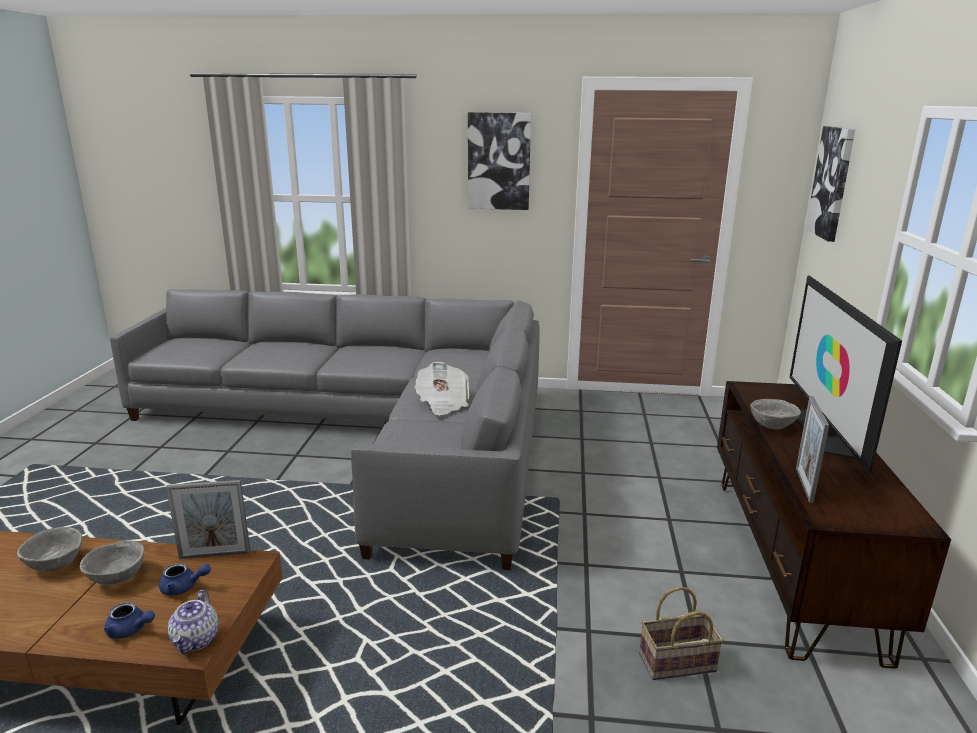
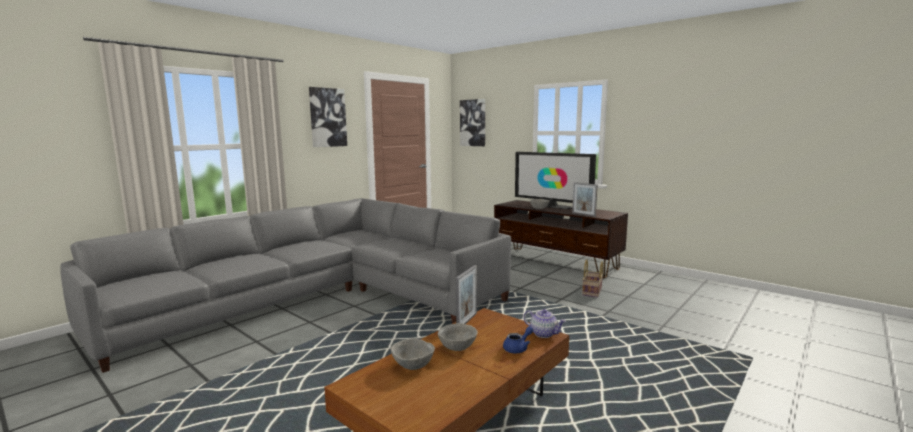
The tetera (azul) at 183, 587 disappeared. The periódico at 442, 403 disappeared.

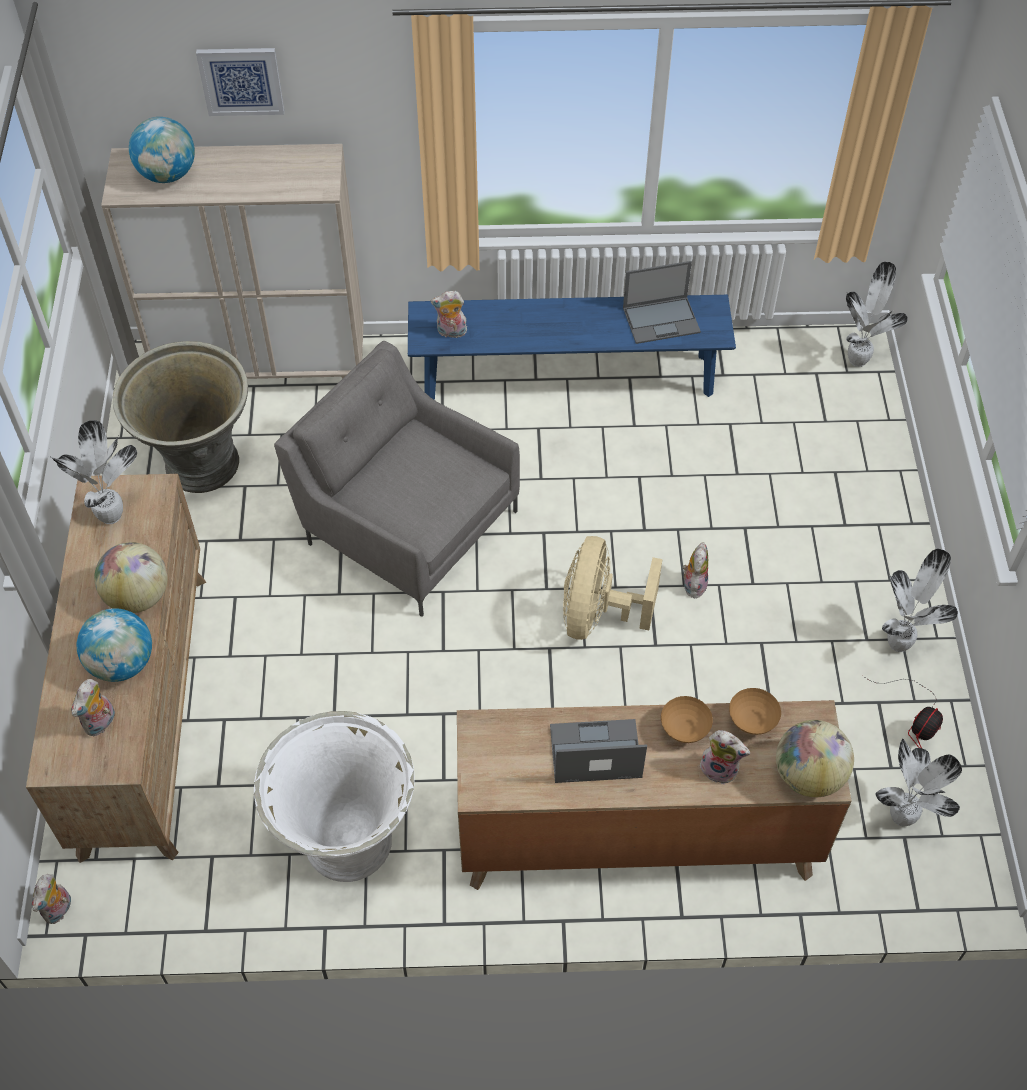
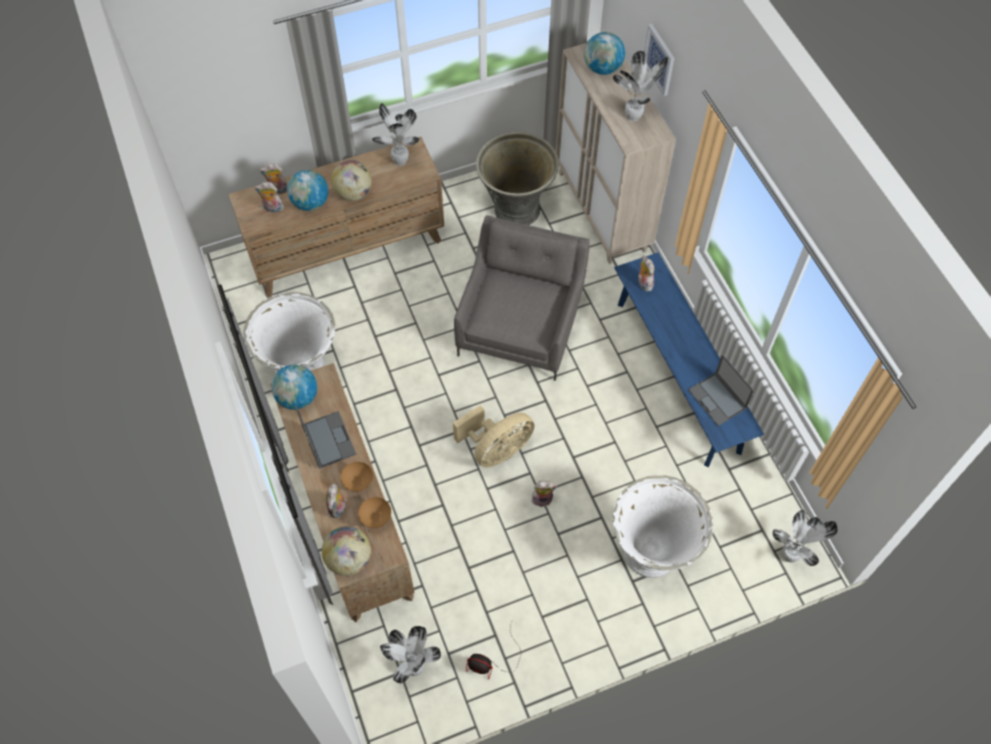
The peluche moved from 59, 910 to 277, 190. The ventilador (beis) at 598, 615 turned 150 degrees clockwise. The planta en maceta moved from 900, 642 to 634, 117. The globo terráqueo at 297, 397 appeared. The maceta (blanco) at 651, 553 appeared.

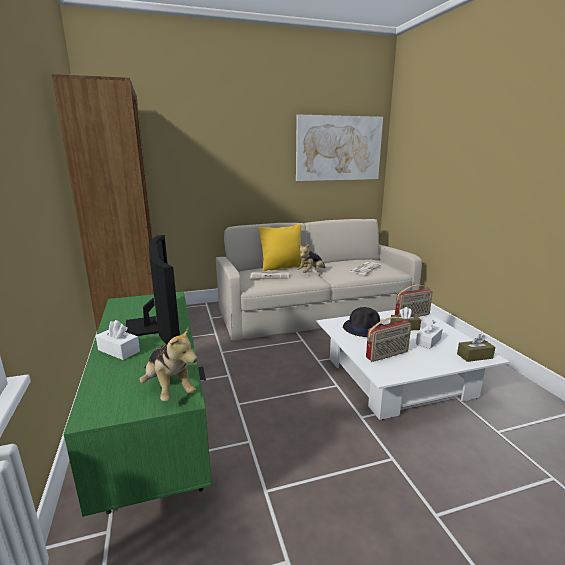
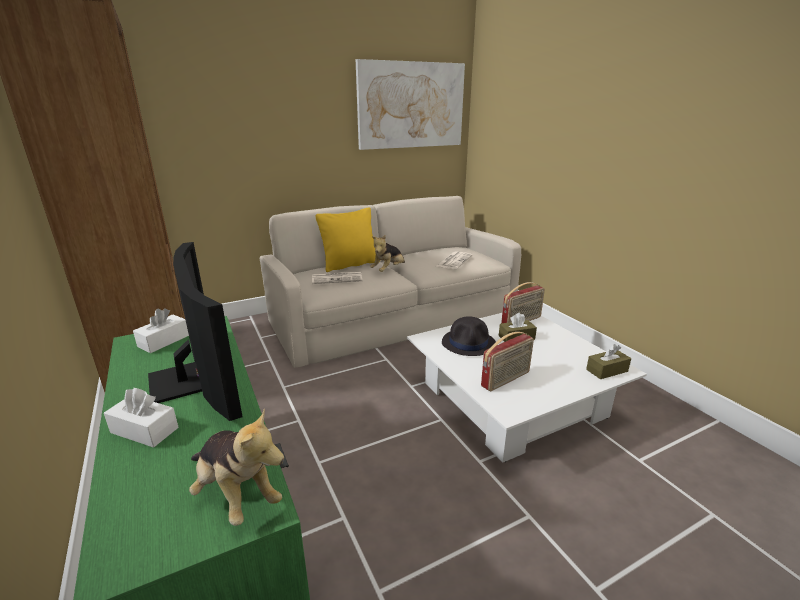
The caja de pañuelos (blanco) moved from 428, 341 to 164, 341.

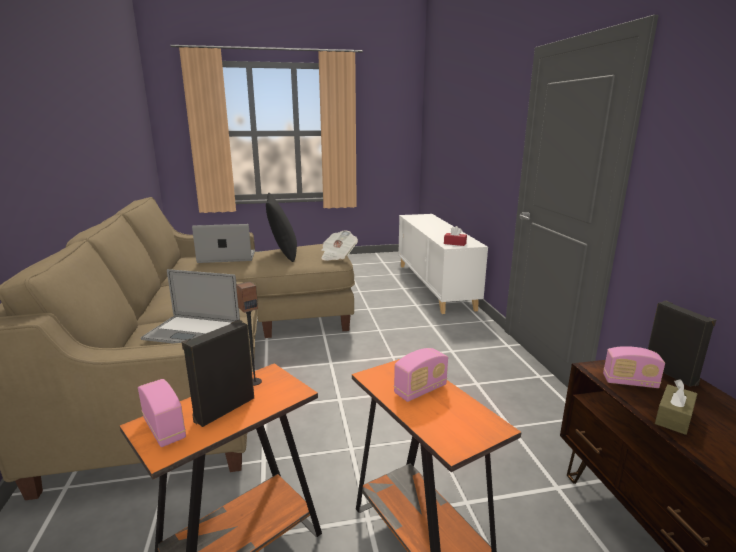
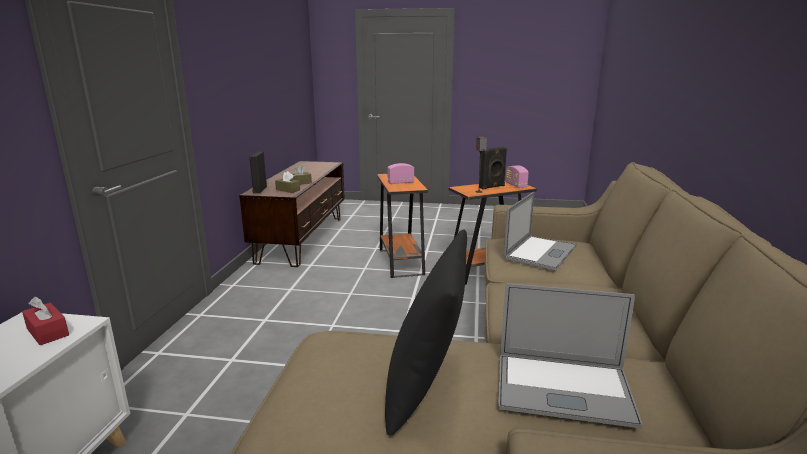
The portátil at 192, 332 turned 90 degrees clockwise. The periódico at 337, 256 disappeared. The radio at 630, 382 was replaced by the caja de pañuelos (marrón) at 288, 190.

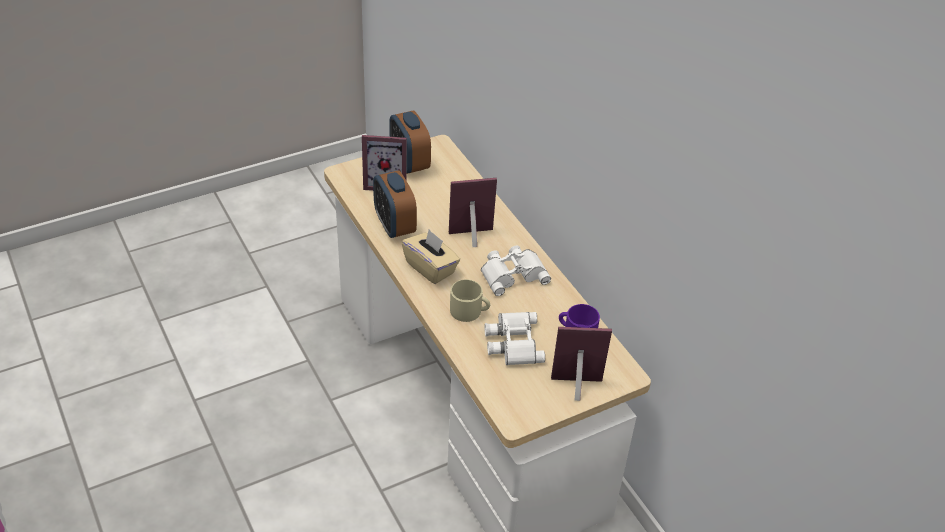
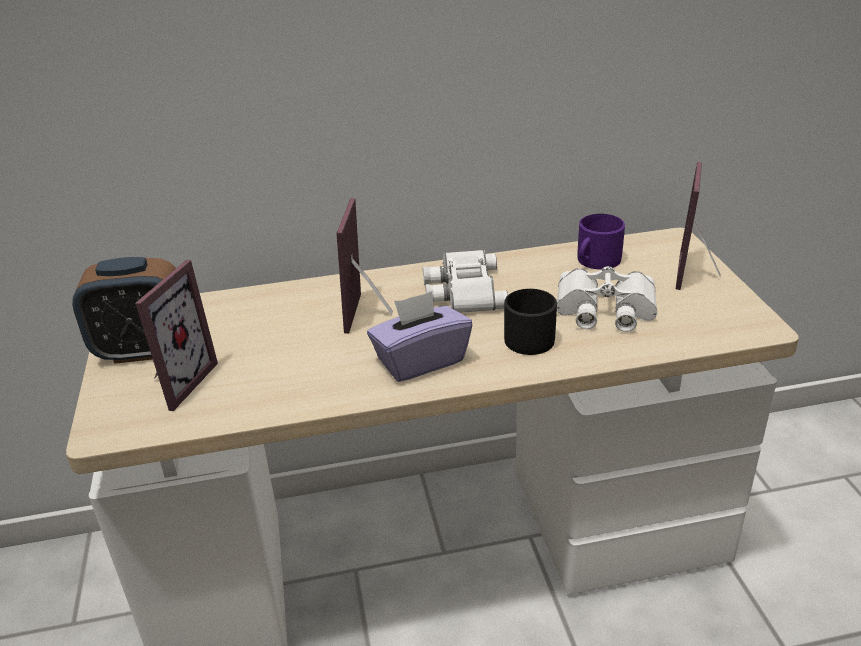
The despertador at 394, 226 disappeared. The caja de pañuelos (beis) at 430, 268 became the caja de pañuelos (morado) at 420, 361. The taza grande (beis) at 469, 311 became the taza grande (negro) at 532, 336.

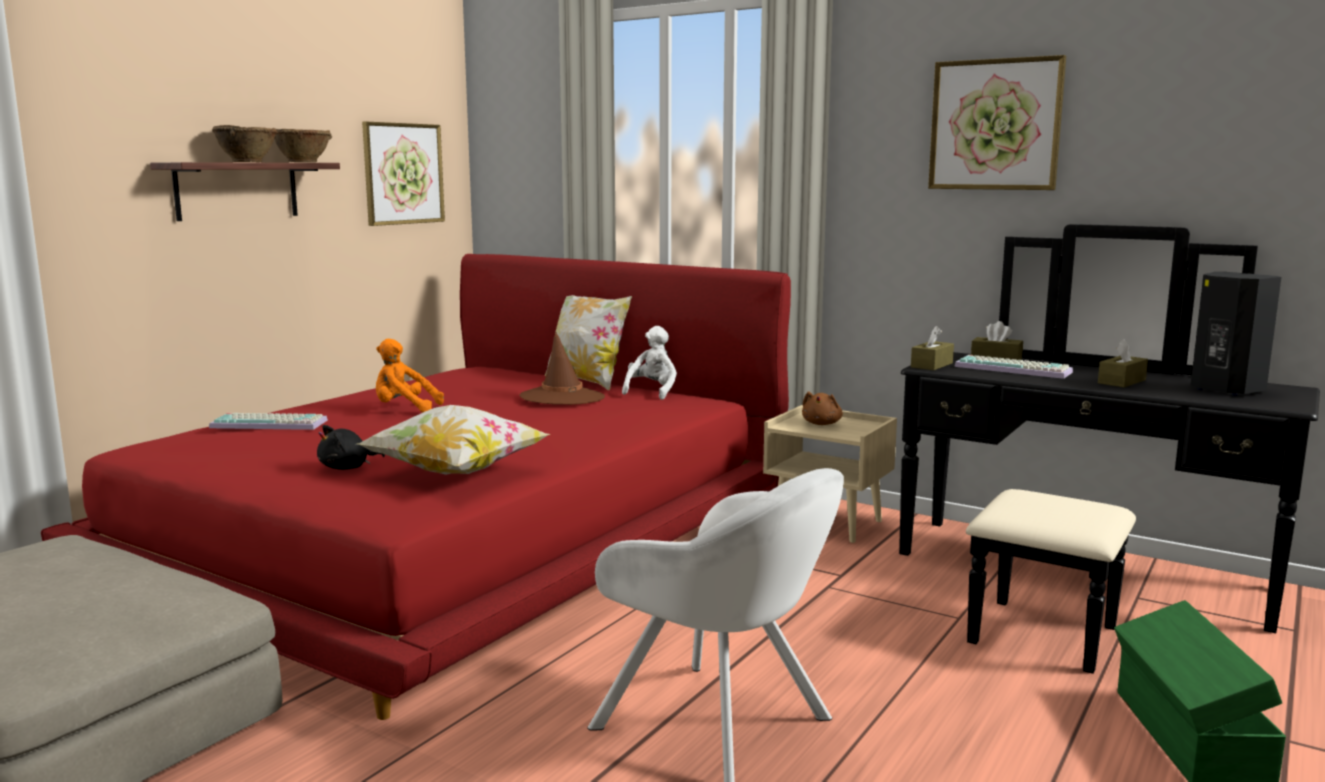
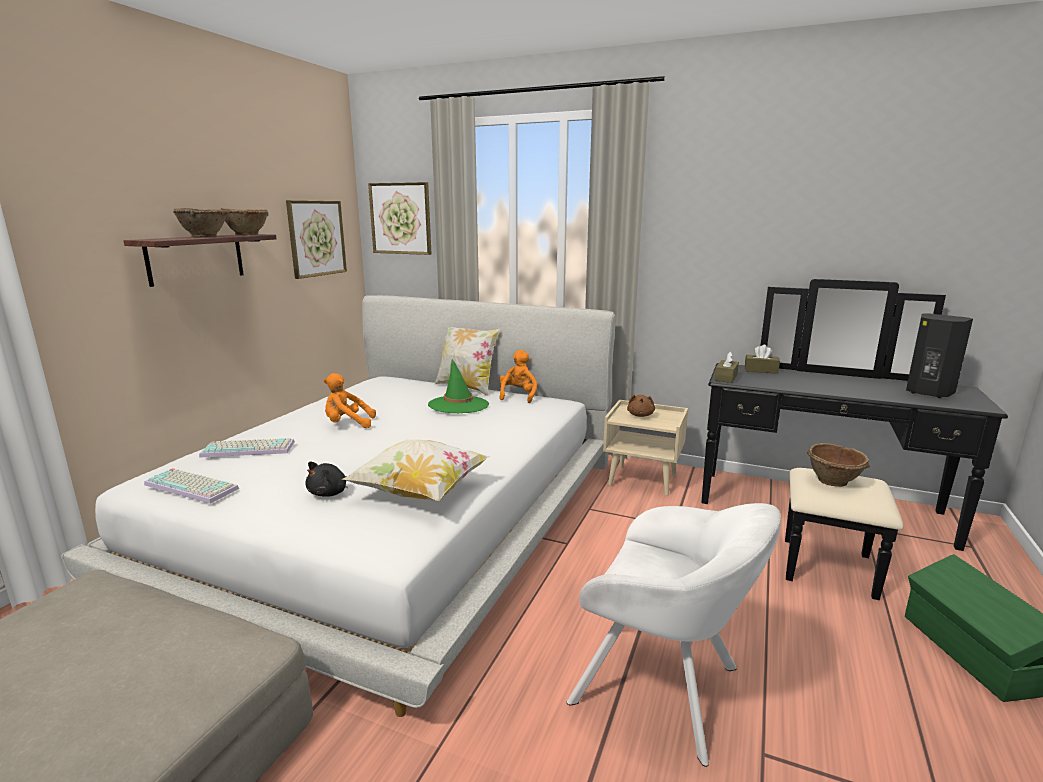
The cama (rojo) at 461, 540 became the cama (blanco) at 397, 516. The sombrero (marrón) at 562, 397 became the sombrero (verde) at 458, 405. The peluche (blanco) at 652, 392 became the peluche (naranja) at 518, 396. The cuadro moved from 995, 125 to 401, 218. The teclado moved from 1014, 369 to 193, 486. The caja de pañuelos (marrón) at 1121, 381 disappeared. The cuenco (marrón) at 833, 481 appeared.

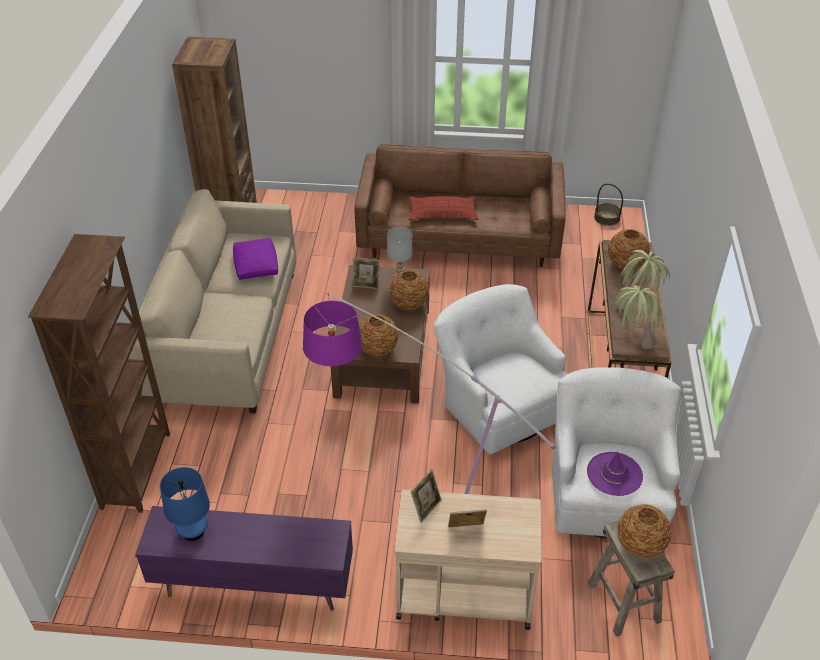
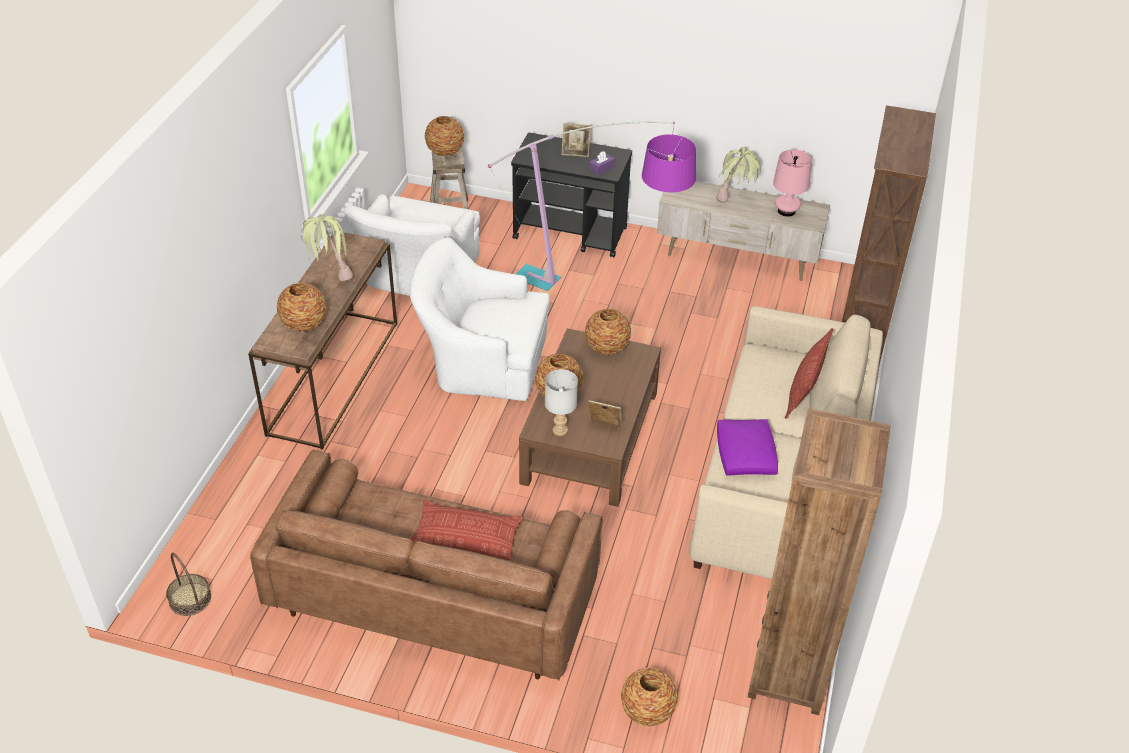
The mueble de televisión (morado) at 254, 586 became the mueble de televisión (beis) at 736, 259. The lámpara de mesa (azul) at 193, 531 became the lámpara de mesa (rosa) at 786, 211. The carrito (beis) at 463, 593 became the carrito (negro) at 571, 233. The portarretratos at 426, 508 was replaced by the caja de pañuelos (morado) at 601, 168. The sillón (blanco) at 499, 404 turned 120 degrees clockwise. The sombrero (morado) at 614, 474 disappeared. The planta en maceta moved from 630, 342 to 735, 205. The florero at 647, 711 appeared. The cojín at 804, 390 appeared.

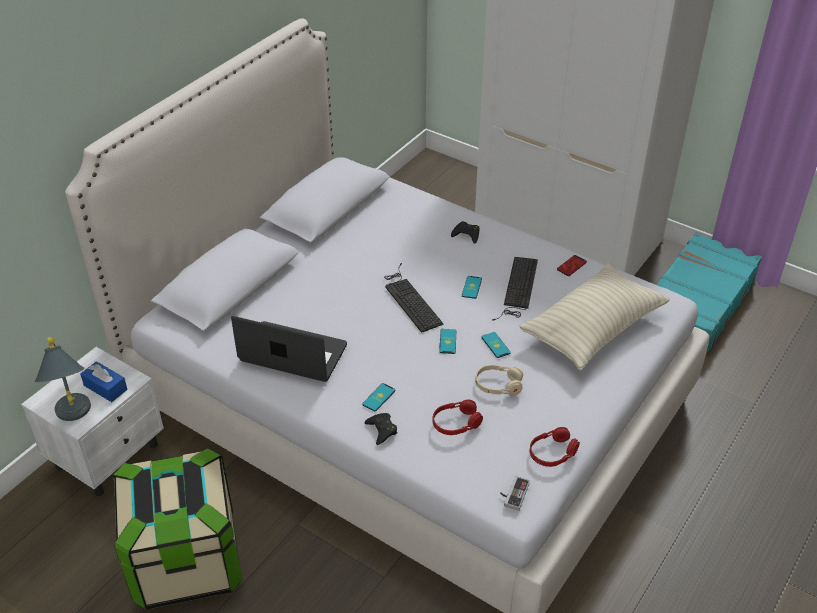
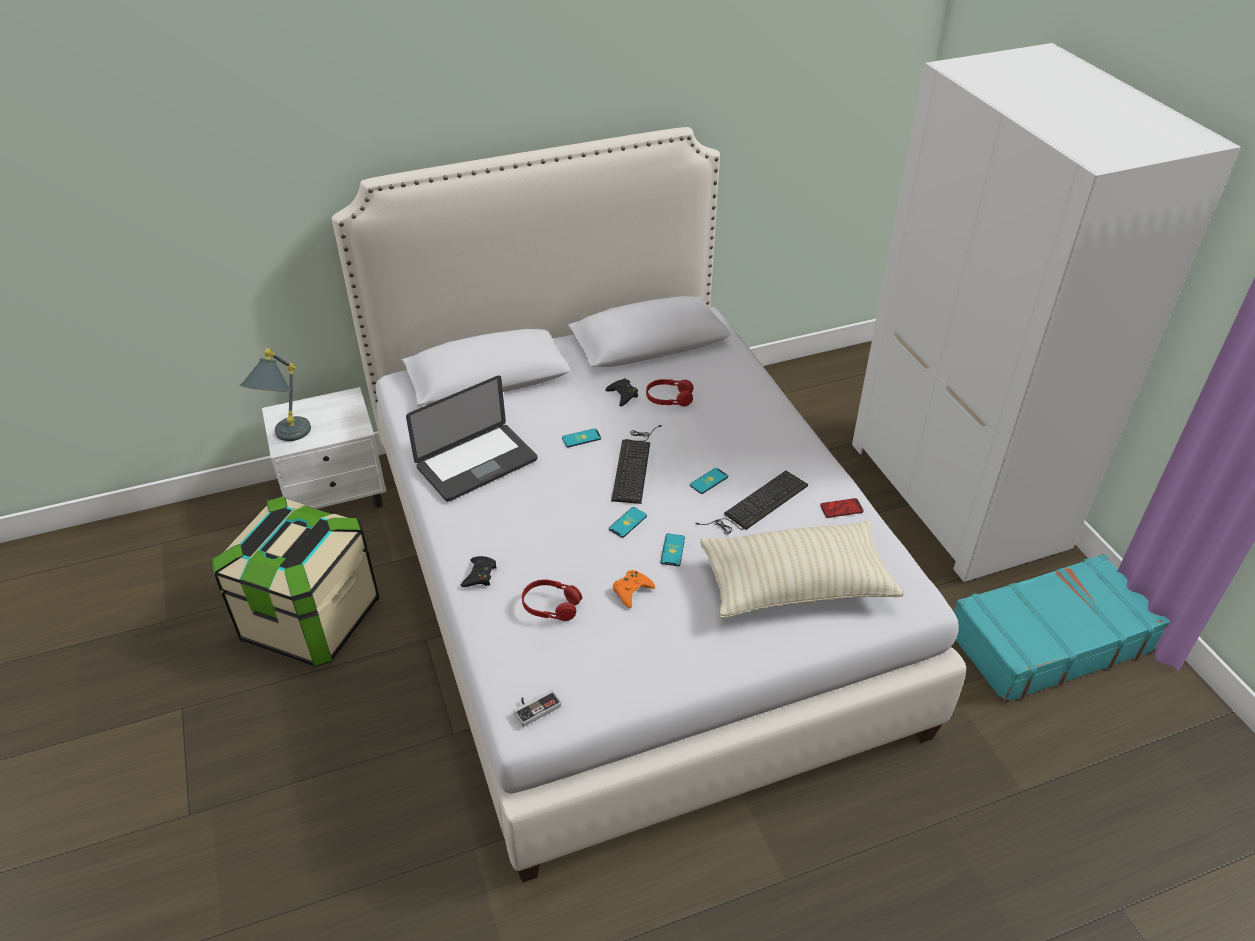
The caja de pañuelos (azul) at 105, 387 disappeared. The portátil at 293, 353 turned 90 degrees clockwise. The móvil moved from 379, 397 to 581, 438. The mando de consola (negro) moved from 466, 235 to 622, 395. The auriculares (beis) at 498, 385 was replaced by the mando de consola (naranja) at 632, 591. The auriculares (rojo) moved from 552, 453 to 669, 398.

